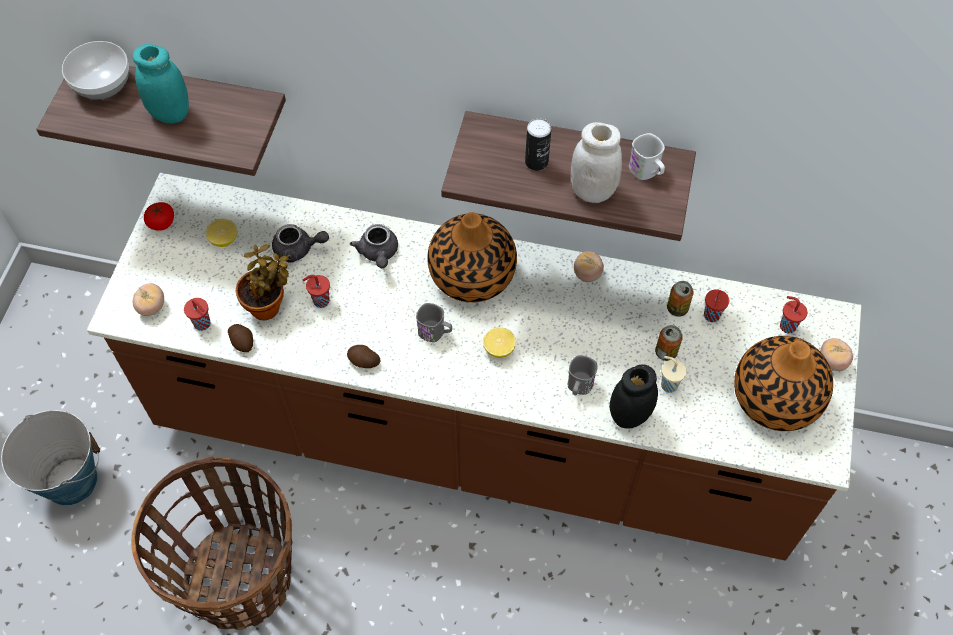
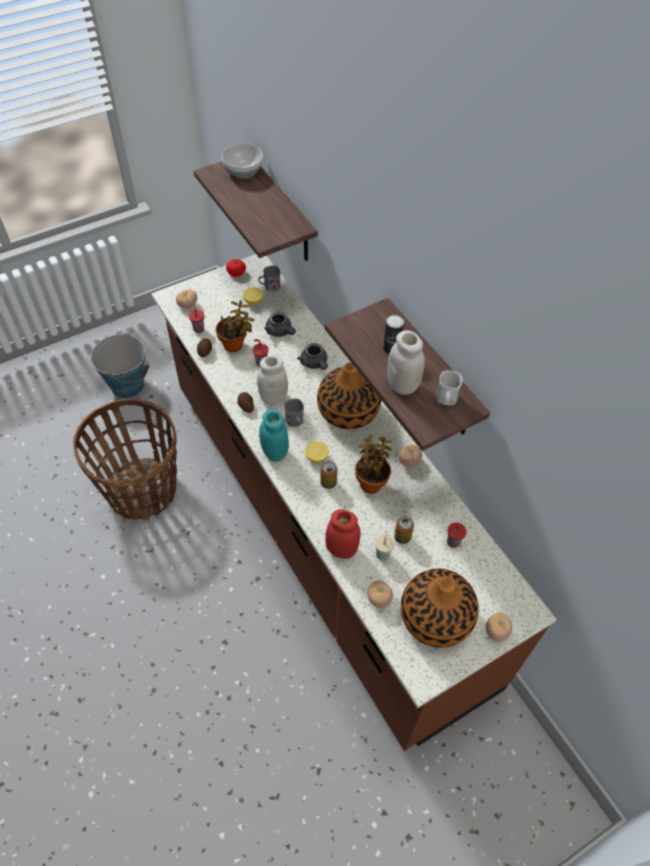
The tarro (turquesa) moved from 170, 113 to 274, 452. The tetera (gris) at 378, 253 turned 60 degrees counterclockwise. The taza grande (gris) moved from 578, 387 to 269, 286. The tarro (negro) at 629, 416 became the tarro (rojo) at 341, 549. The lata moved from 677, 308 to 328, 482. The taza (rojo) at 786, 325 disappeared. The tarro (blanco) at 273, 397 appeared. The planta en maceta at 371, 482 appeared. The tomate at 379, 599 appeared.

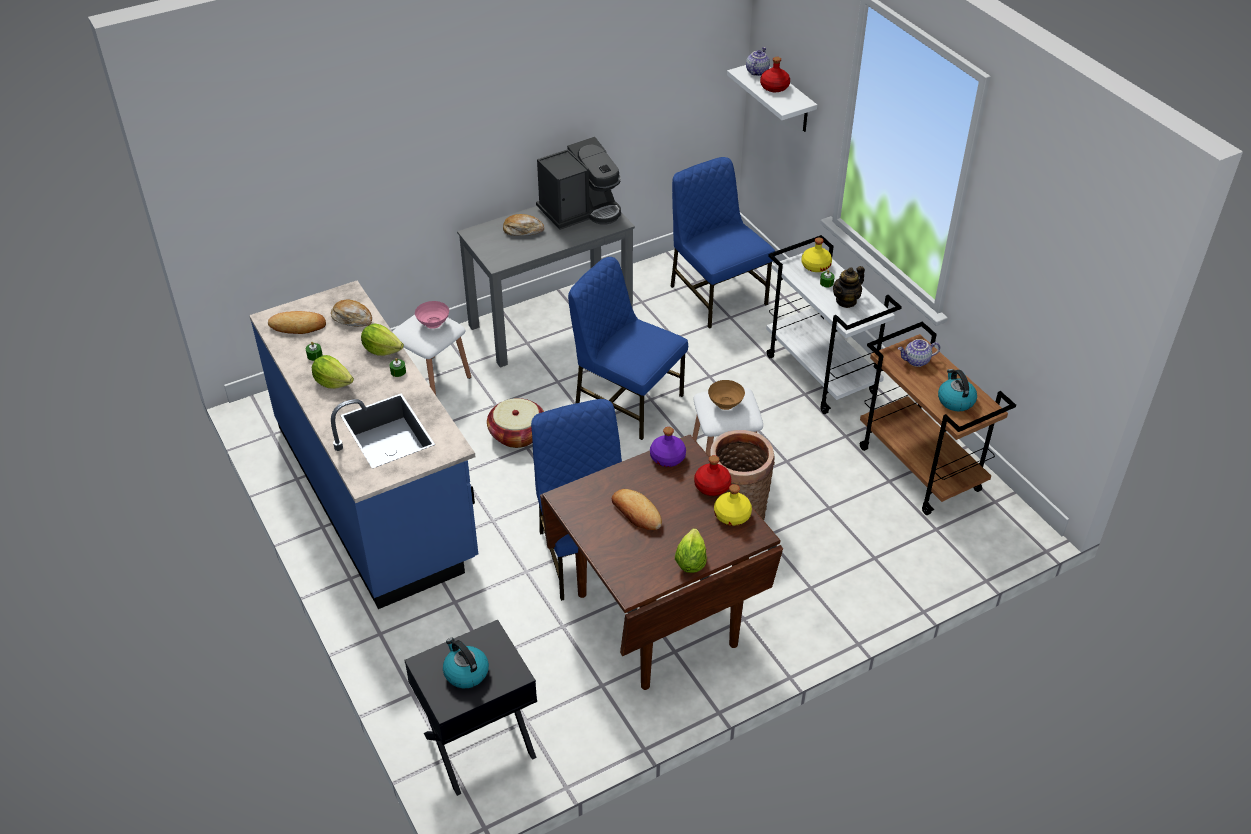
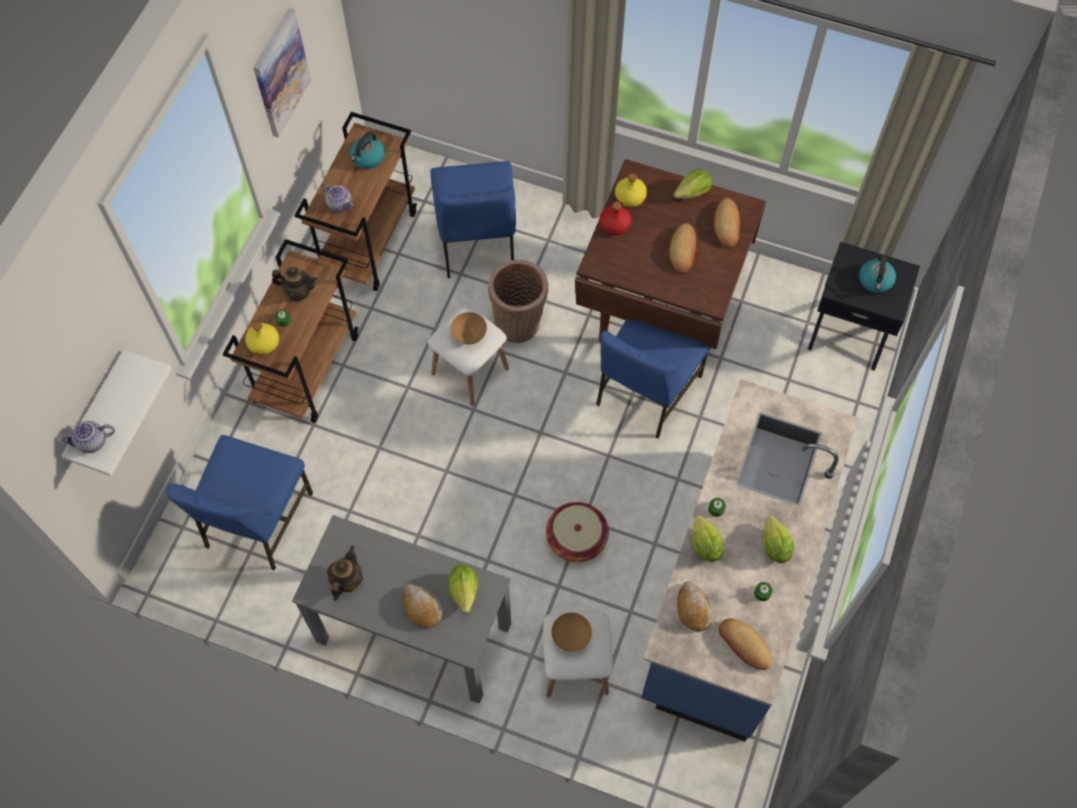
The cuenco (rosa) at 432, 324 became the cuenco (marrón) at 571, 638. The cafetera at 581, 211 was replaced by the tetera at 346, 581. The silla (azul) moved from 627, 400 to 477, 243. The botella (morado) at 667, 458 disappeared. The botella (rojo) at 774, 87 disappeared. The carrito (blanco) at 822, 374 became the carrito (marrón) at 307, 367. The cuadro at 280, 73 appeared. The lechuga at 464, 591 appeared. The pan at 727, 225 appeared.

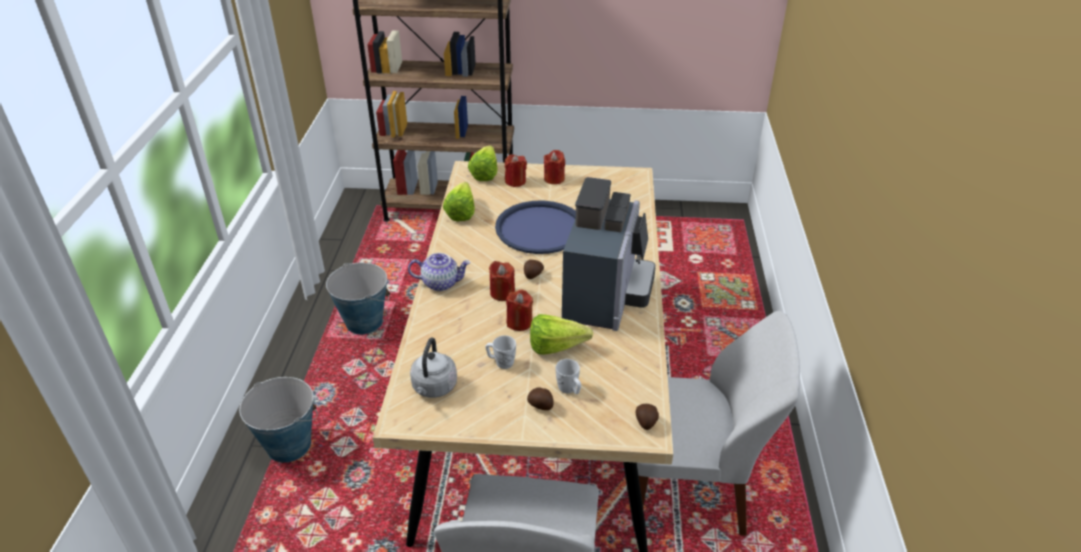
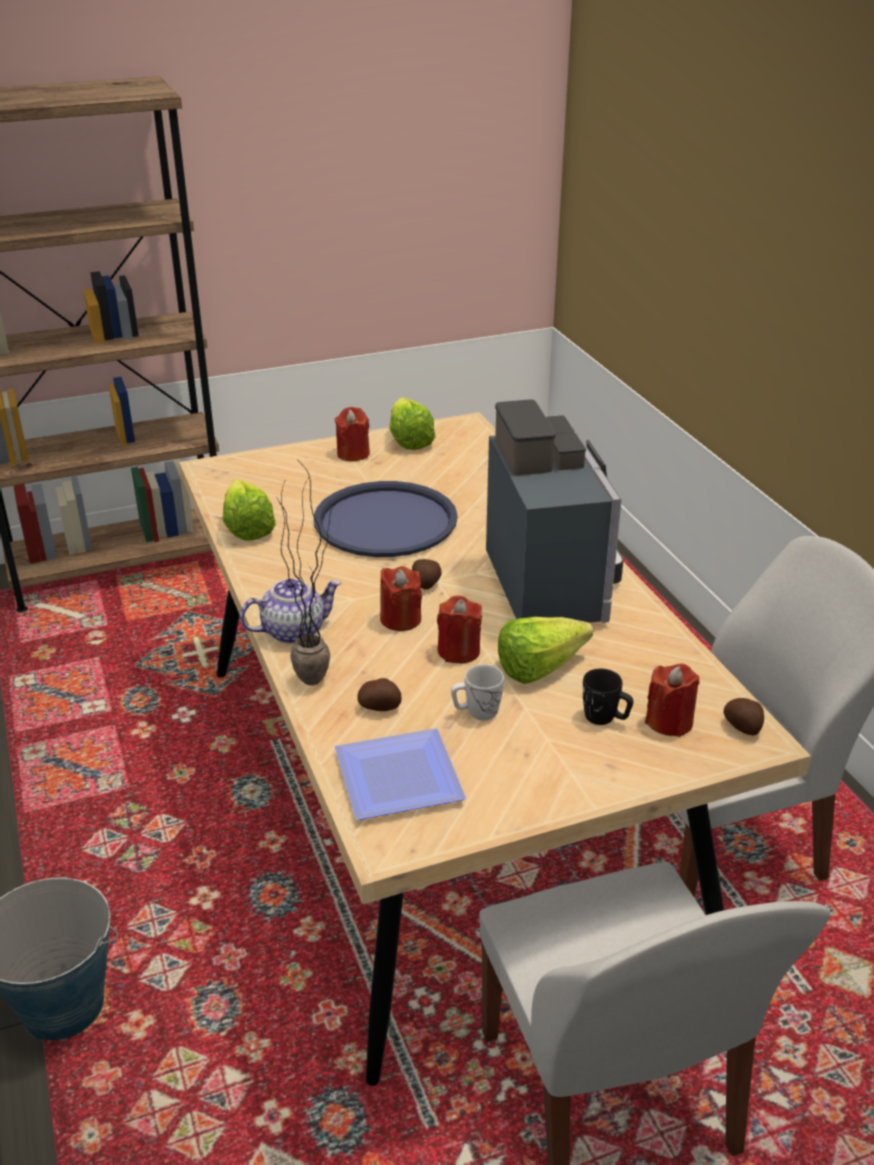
The cubo at 364, 323 disappeared. The hervidor (gris) at 434, 388 was replaced by the plato at 403, 780. The lechuga moved from 487, 172 to 409, 438. The vela (rojo) moved from 515, 181 to 669, 721. The patata moved from 541, 405 to 380, 707. The taza grande (blanco) at 569, 389 became the taza grande (negro) at 605, 718. The planta en maceta at 319, 674 appeared.

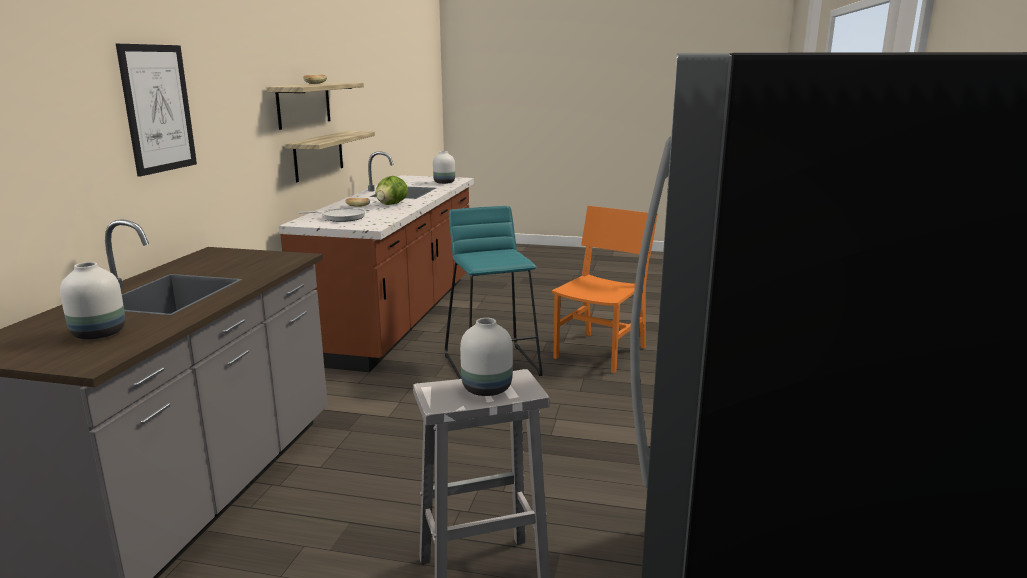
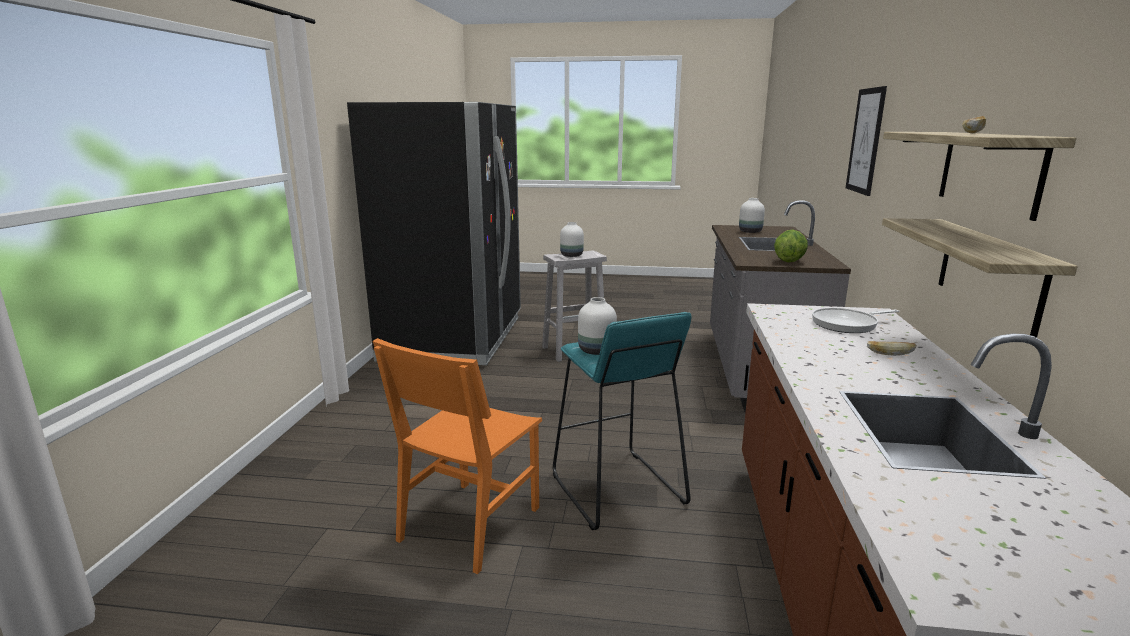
The lechuga moved from 391, 204 to 789, 261. The florero (blanco) moved from 443, 182 to 597, 351.

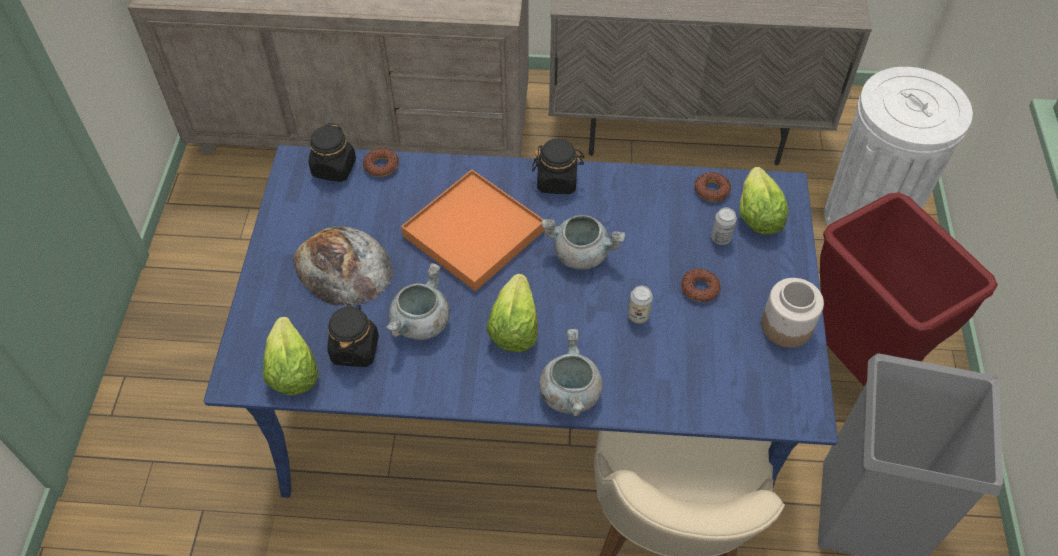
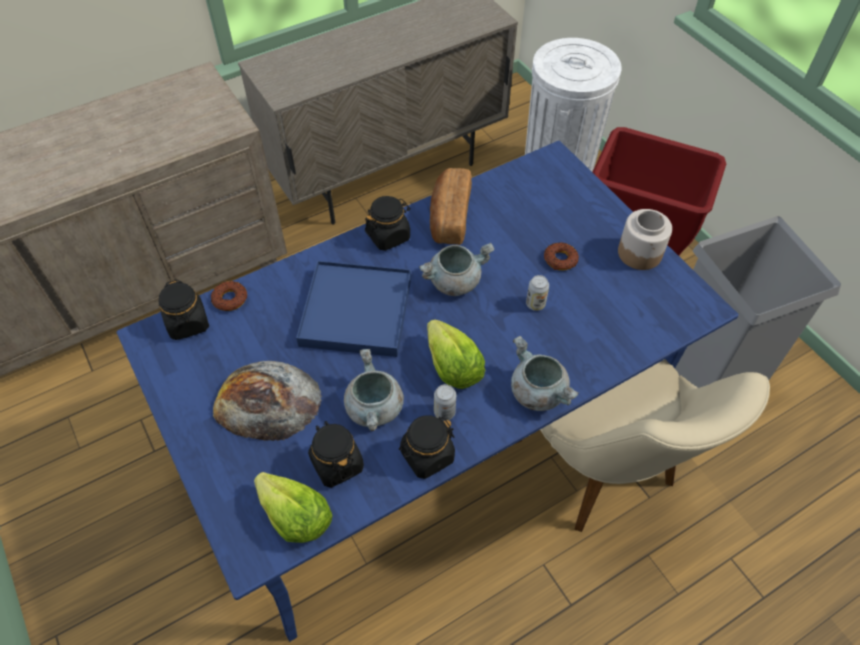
The bandeja (naranja) at 473, 232 became the bandeja (azul) at 356, 311. The rosquilla at 712, 190 disappeared. The lata moved from 720, 238 to 444, 412. The lechuga at 757, 215 disappeared. The tarro (negro) at 427, 456 appeared. The pan at 449, 217 appeared.

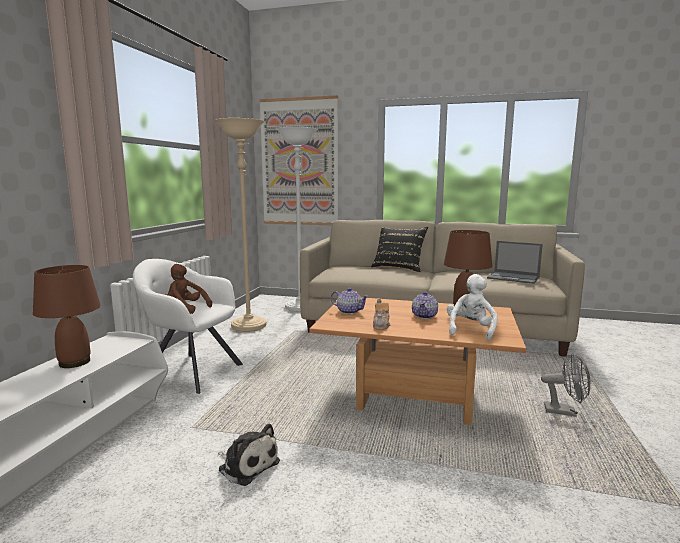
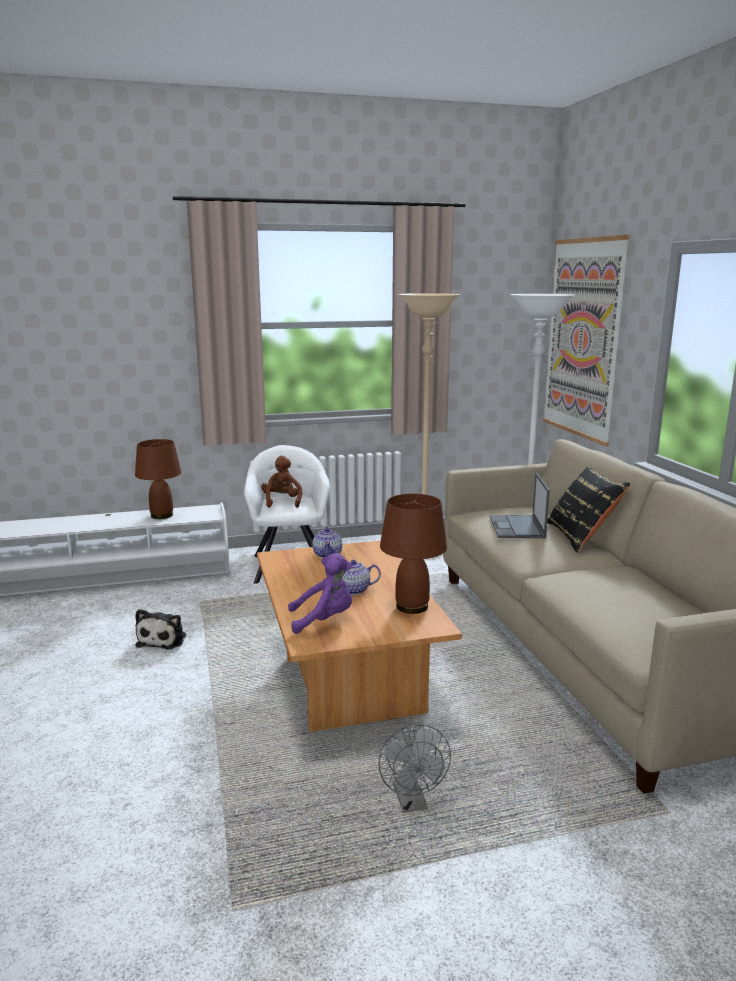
The tetera at 381, 325 disappeared. The peluche (blanco) at 470, 330 became the peluche (morado) at 324, 620. The portátil moved from 514, 278 to 517, 527.

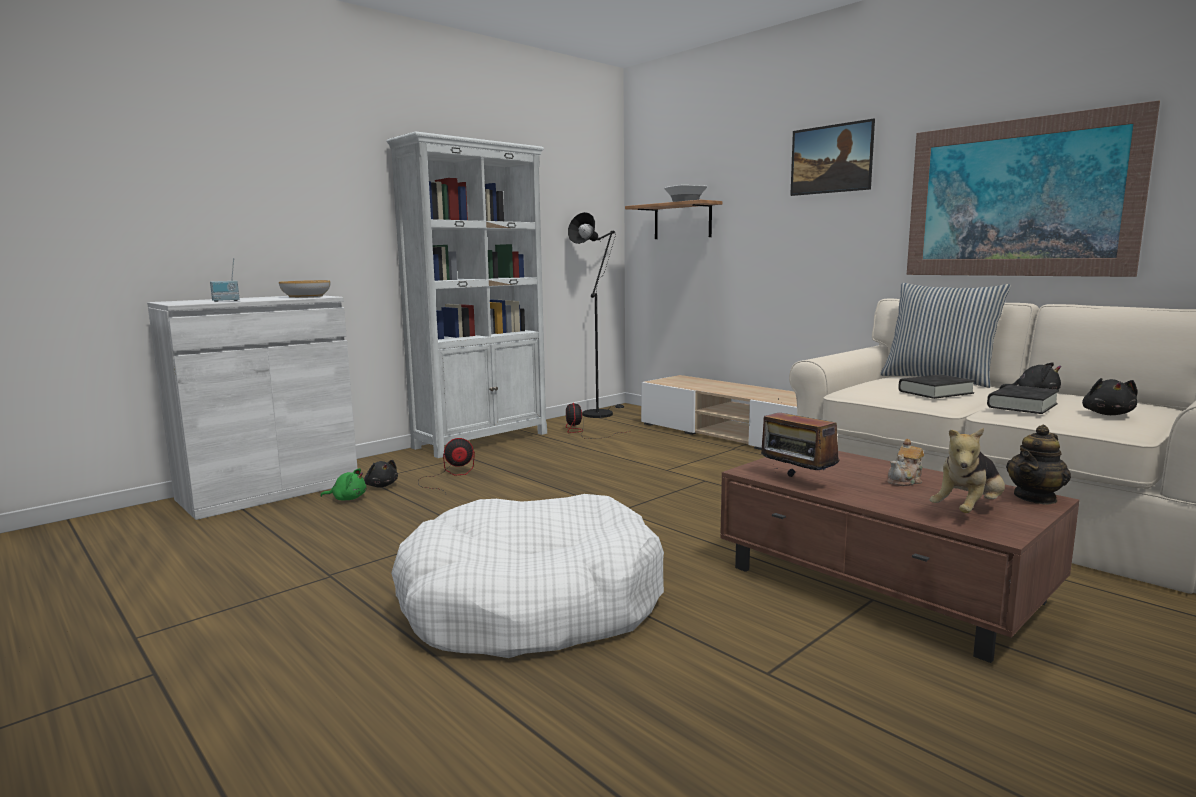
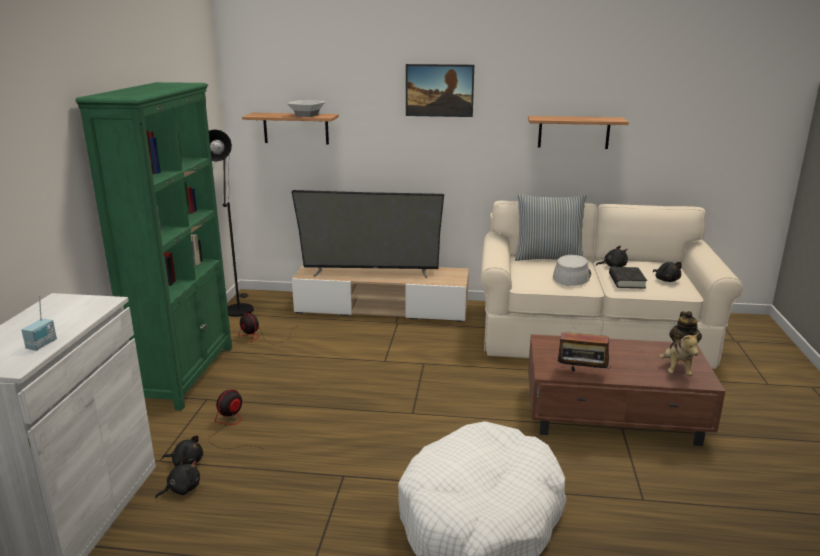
The cuenco at 305, 296 disappeared. The peluche (verde) at 347, 498 became the peluche (negro) at 182, 489. The estantería (blanco) at 482, 440 became the estantería (verde) at 186, 374. The tetera at 905, 481 disappeared. The libro (negro) at 935, 392 was replaced by the sombrero (gris) at 571, 276. The cuadro at 1018, 198 was replaced by the estante at 573, 132. The televisor at 370, 272 appeared.

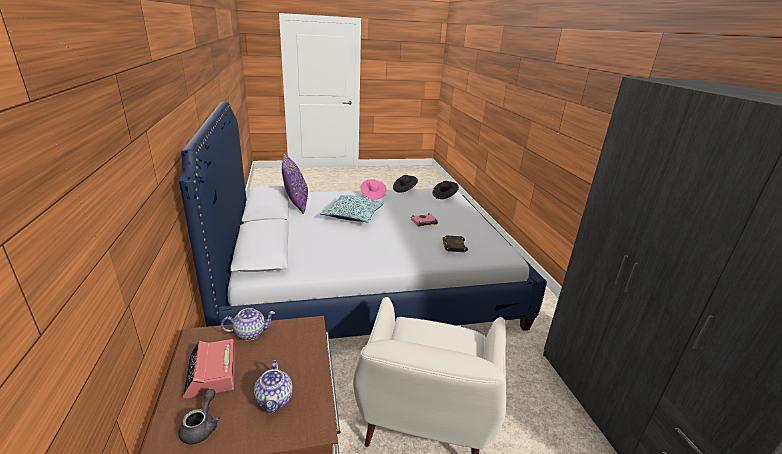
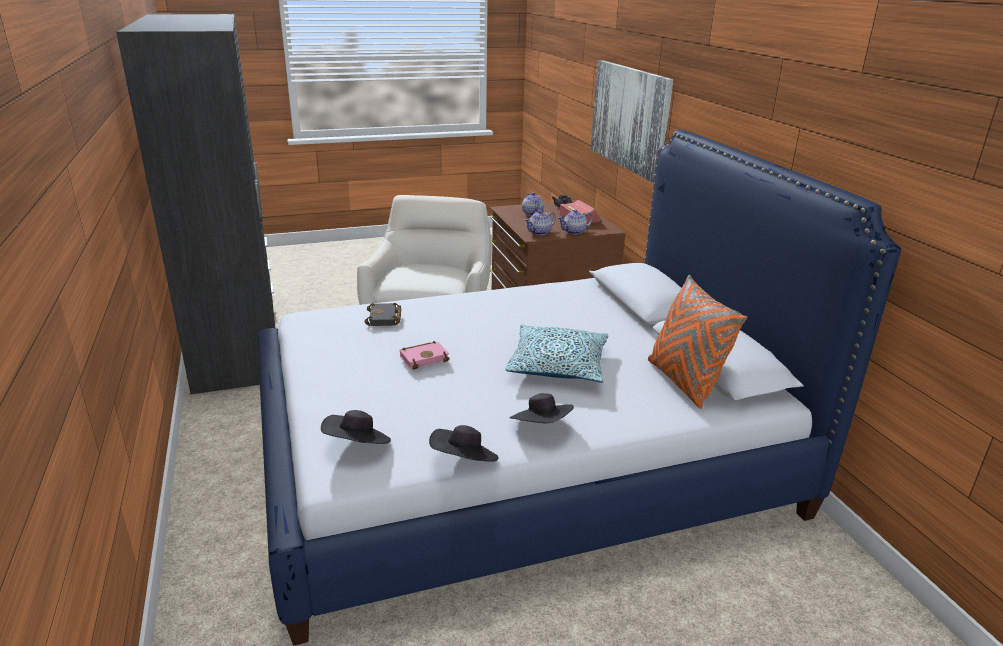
The cojín (morado) at 296, 204 became the cojín (naranja) at 684, 382. The sombrero (rosa) at 372, 195 became the sombrero (negro) at 542, 427. The tetera at 539, 232 appeared. The cuadro at 629, 118 appeared.

